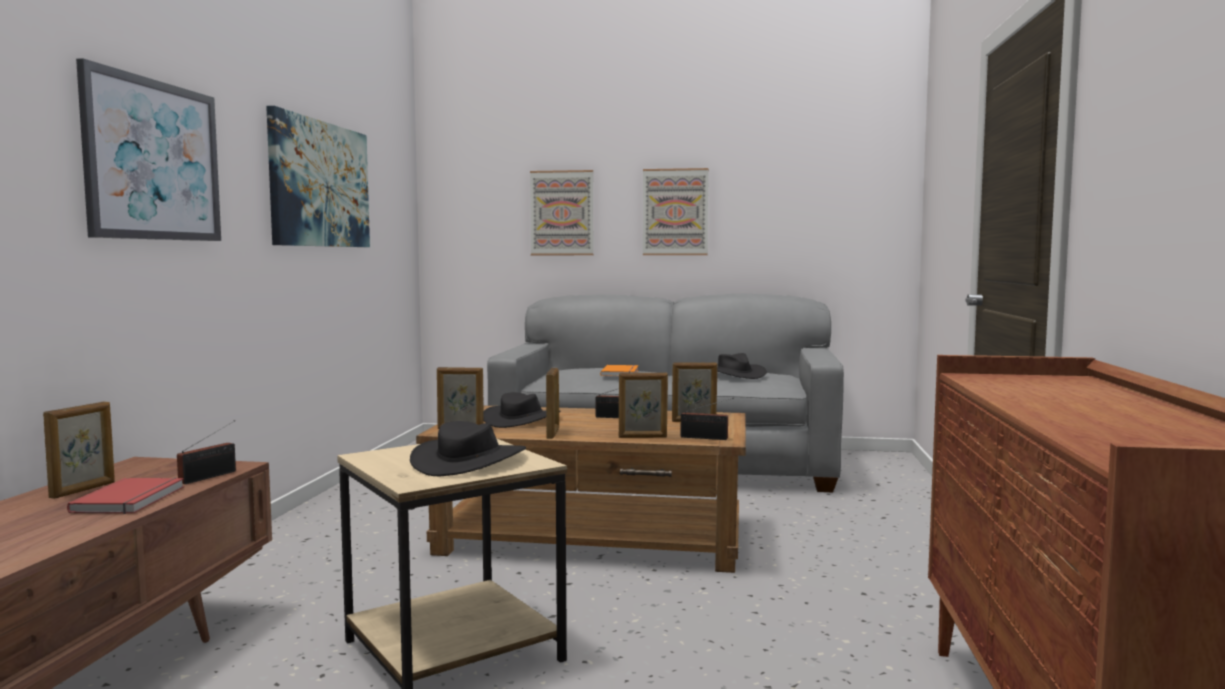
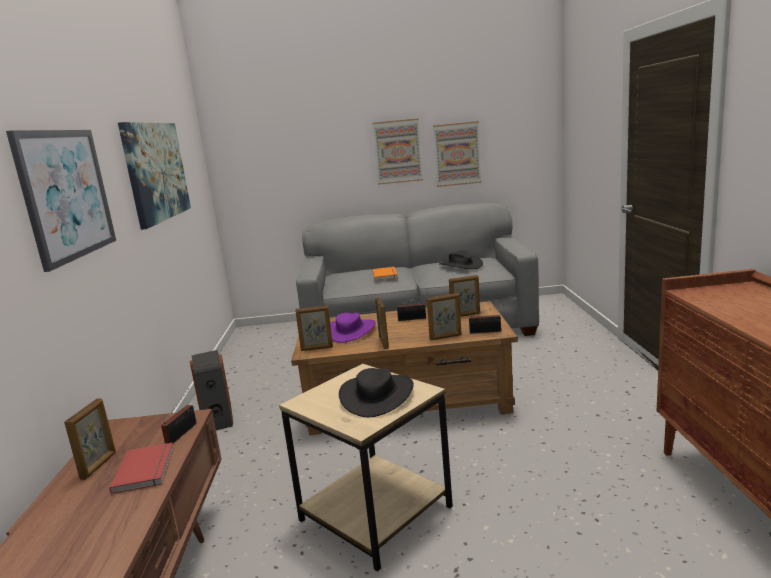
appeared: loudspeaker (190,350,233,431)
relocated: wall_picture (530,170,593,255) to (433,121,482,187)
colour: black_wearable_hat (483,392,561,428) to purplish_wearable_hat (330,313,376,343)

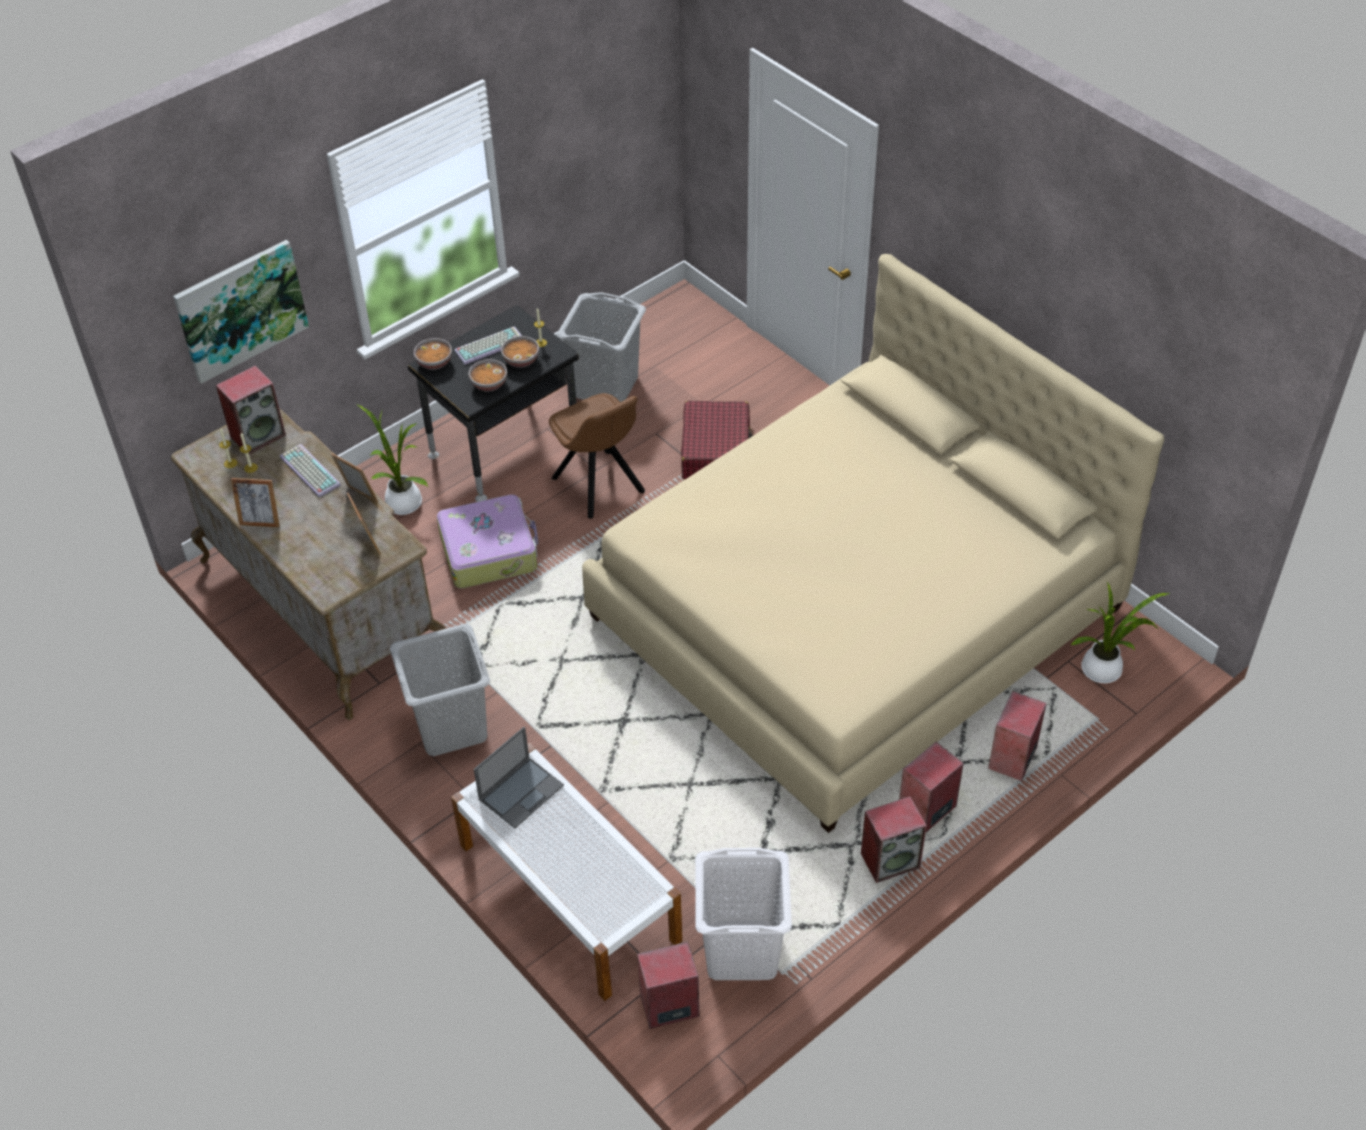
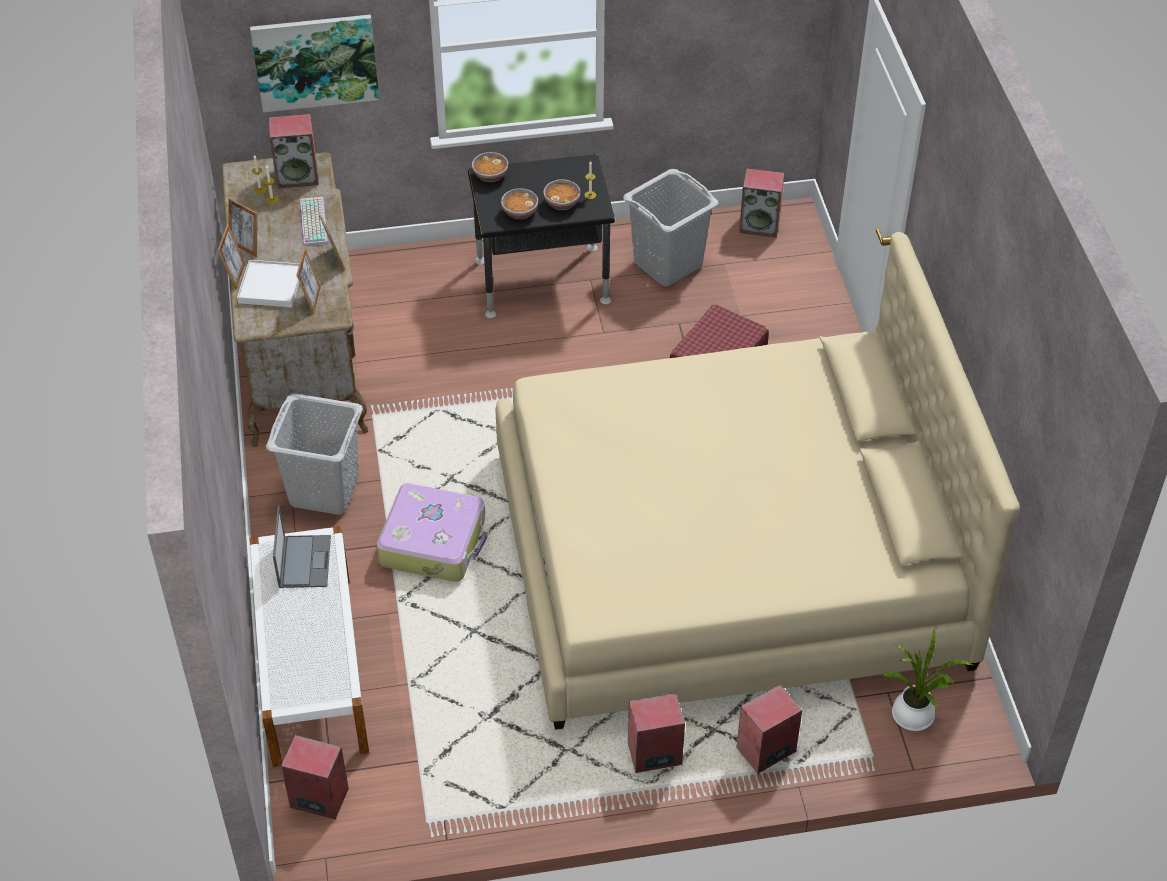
missing: houseplant (358,405,428,515); keyboard (454,326,522,365); brown-coloured_plain_chair (549,393,645,519); white_hamper (695,848,792,980)
appeared: picture_frame (217,224,245,289); white_serving_tray (237,260,299,307)
relocated: suitcase (437,494,539,589) to (377,483,487,582); loudspeaker (861,796,927,883) to (739,168,784,237)
spun: portable_computer (474,727,564,828) = (273,506,331,588) 75 degrees counterclockwise

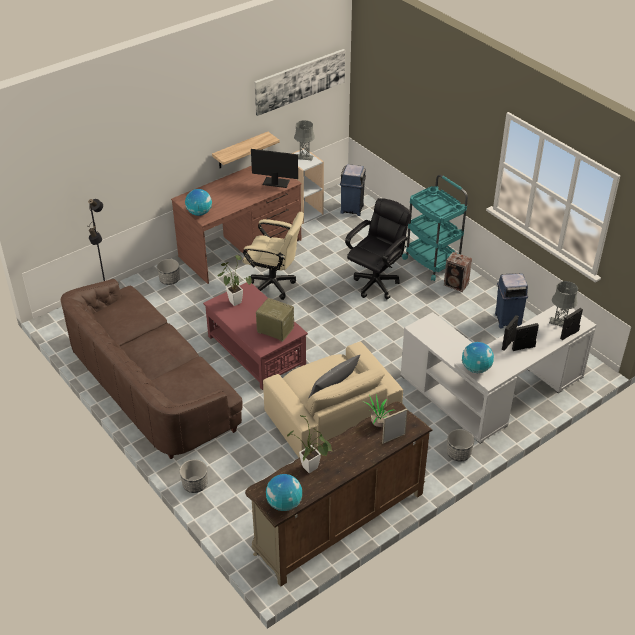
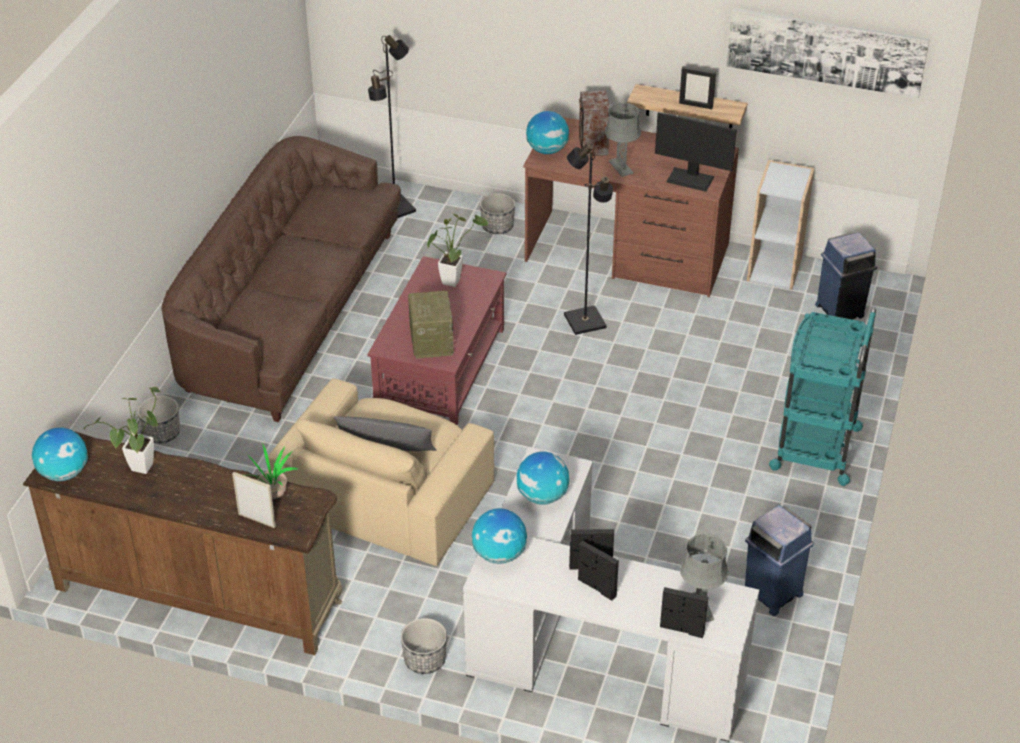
missing: black_office_chair (345,198,411,299)
appeared: world_globe (517,452,569,505); picture_frame (679,66,716,109)
relocated: loudspeaker (444,252,472,292) to (579,90,610,156); grey_lamp_for_a_table (294,120,315,161) to (604,103,641,177)
exchanged: sand-coloured_office_chair (242,212,304,300) to black_standard_lamp (564,141,613,335)
spun: computer_screen (251,149,298,188) = (655,112,737,192) 135 degrees clockwise

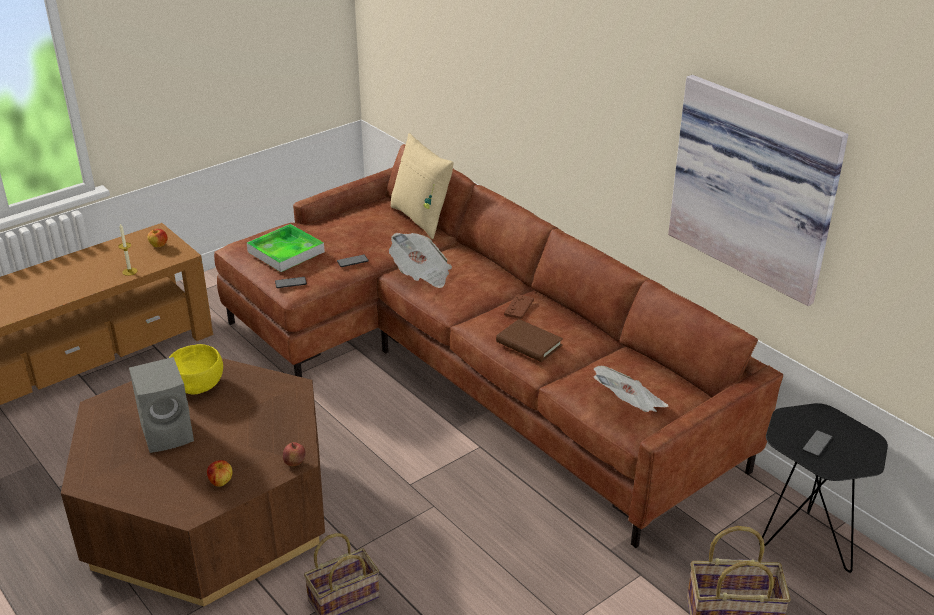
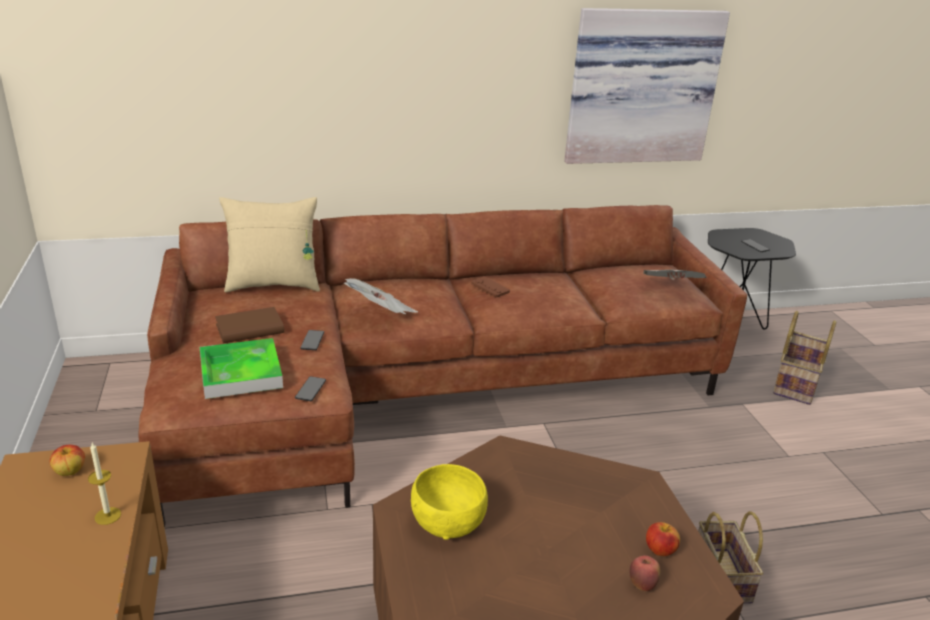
missing: grey_loudspeaker (129,357,194,453)
relocated: brown-coloured_bound_book (496,319,563,362) to (215,307,284,343); apple (283,442,306,466) to (630,555,661,591)

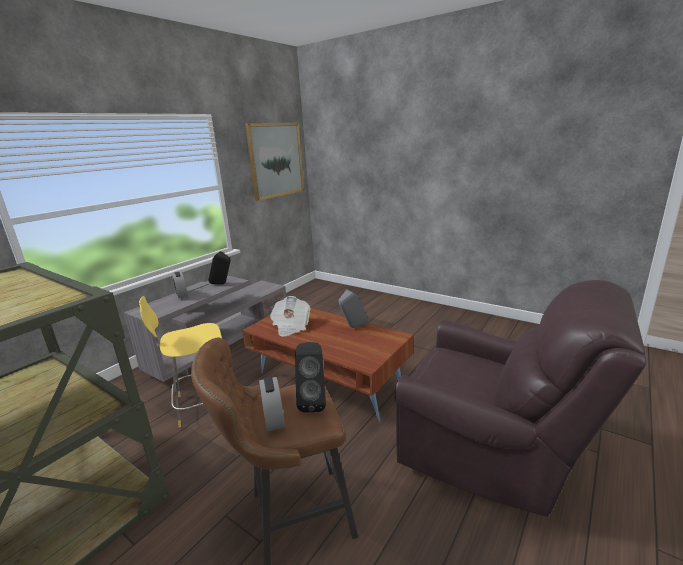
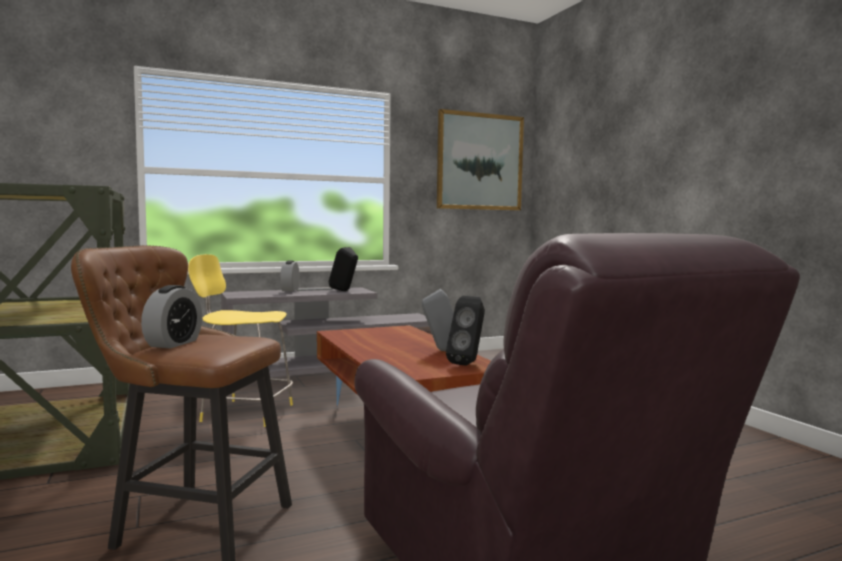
missing: newspaper (270,296,311,337)
relocated: black_loudspeaker (295,342,326,413) to (446,296,485,366)

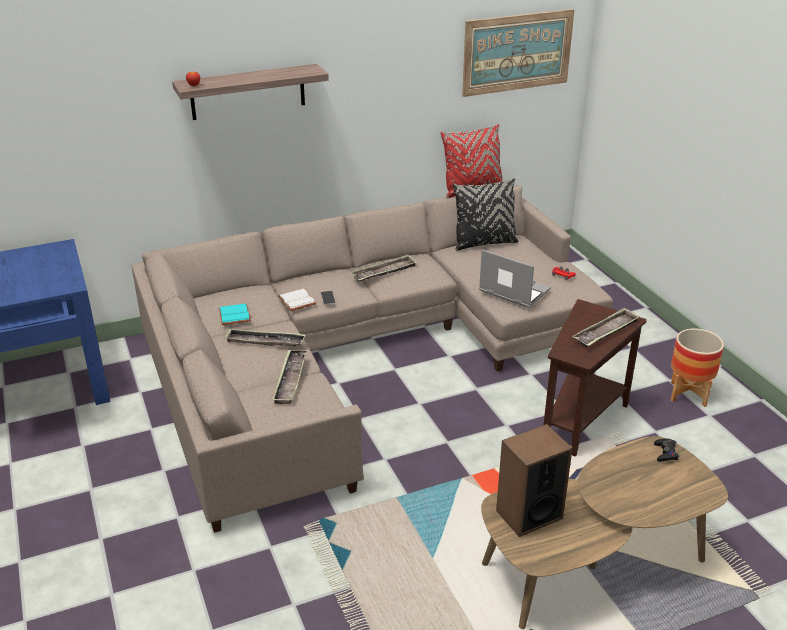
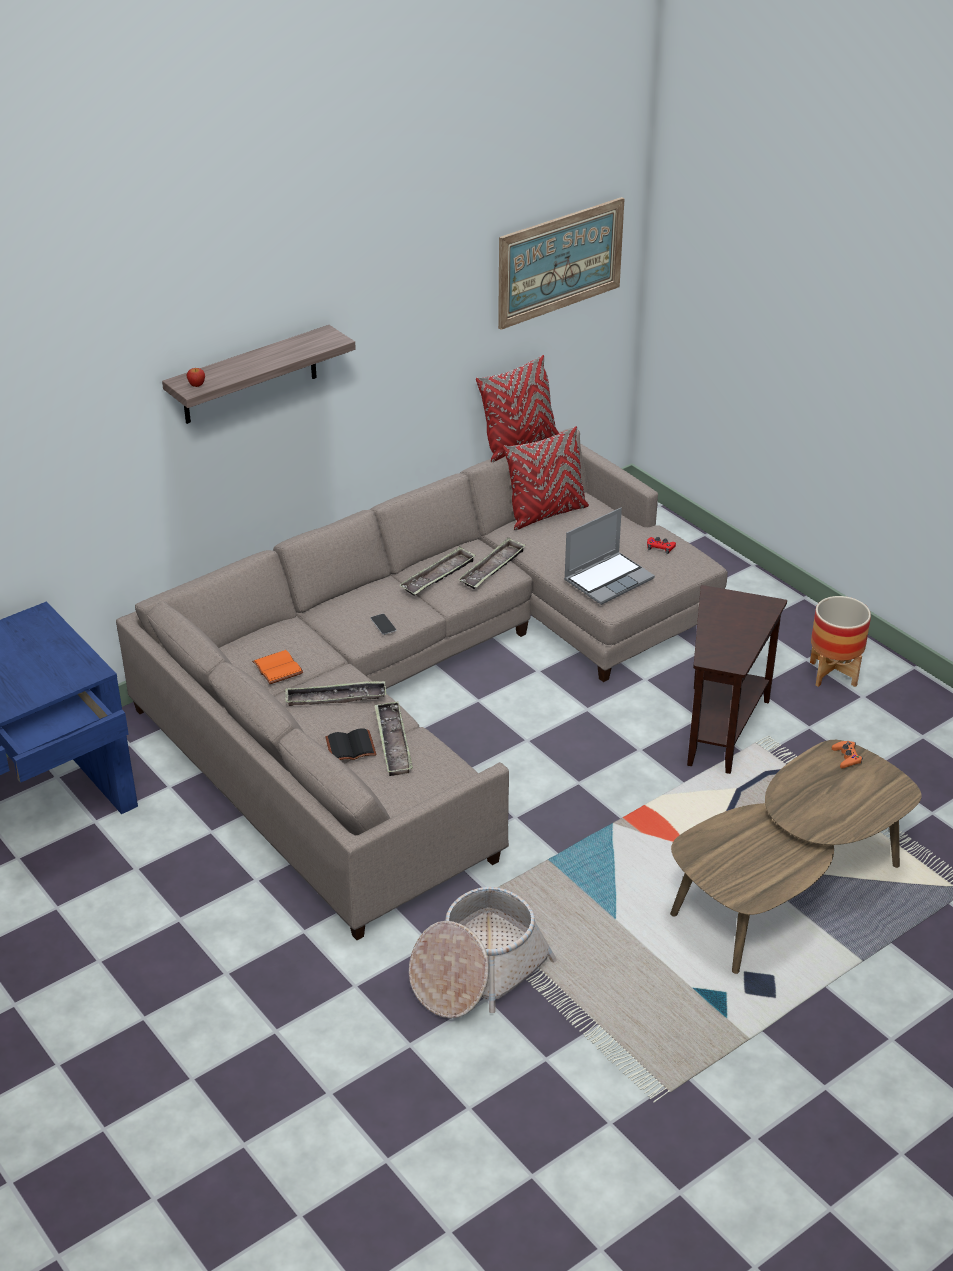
missing: white_bound_book (278,289,316,311); loudspeaker (496,424,573,537)
appeared: black_bound_book (325,729,377,760); basket (409,887,557,1019)
relocated: serving_tray (572,307,640,347) to (458,538,526,589)
colour: turquoise-coloured_bound_book (219,304,251,325) to orange-coloured_bound_book (252,650,304,684); black_pillow (453,178,518,251) to reddish_pillow (503,426,589,530); black_game_controller (654,438,679,462) to orange-coloured_game_controller (832,741,863,769)
spun: portable_computer (479,249,551,308) = (564,508,655,605) 120 degrees clockwise

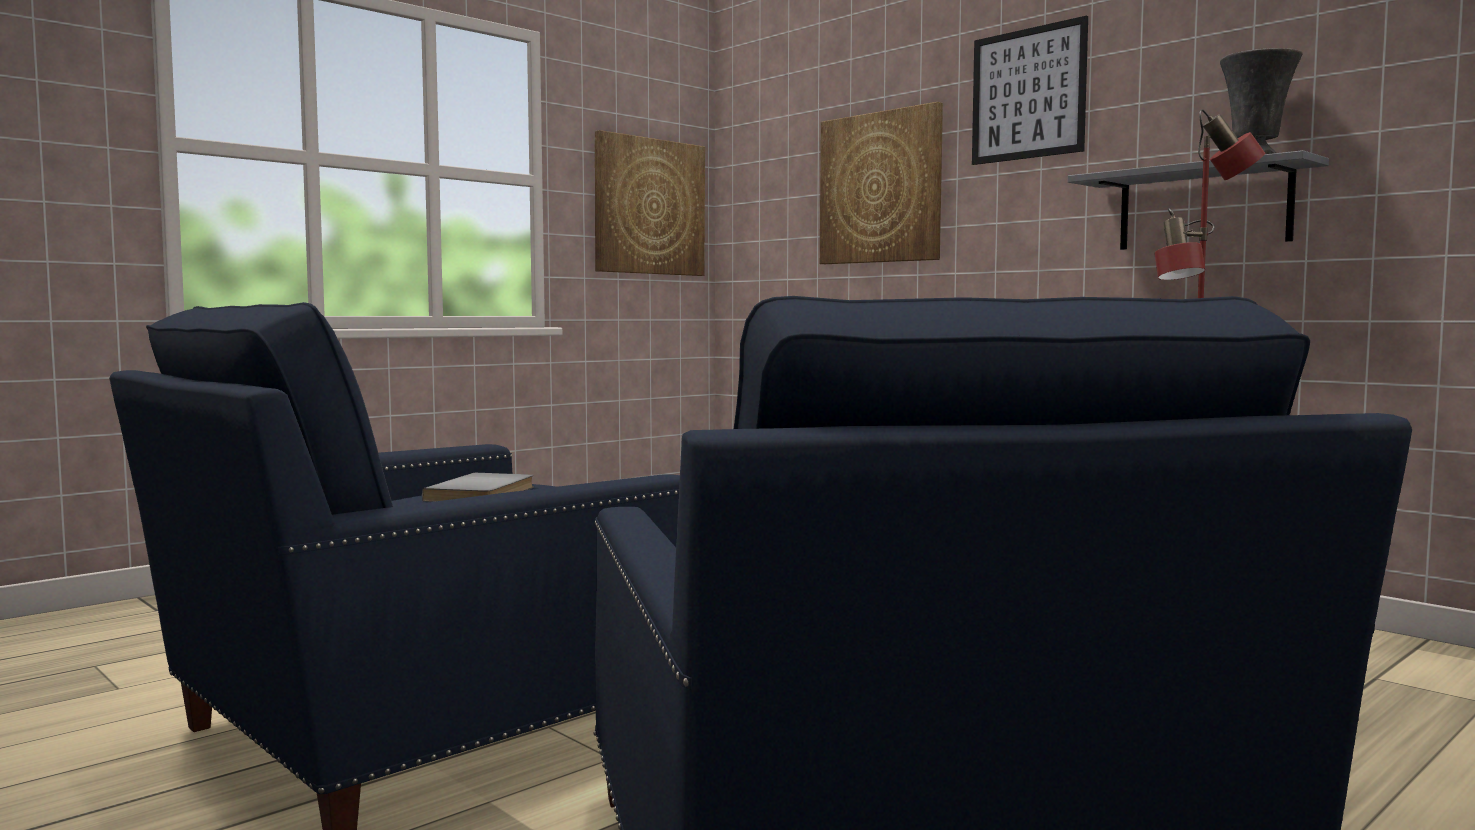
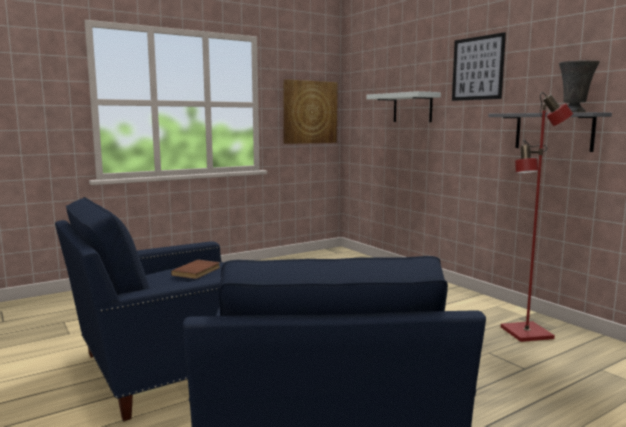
exchanged: wall_picture (820,102,943,264) to white_bracket_shelf (366,91,441,122)
colour: grey_bound_book (422,473,534,502) to brown-coloured_bound_book (171,260,220,279)

